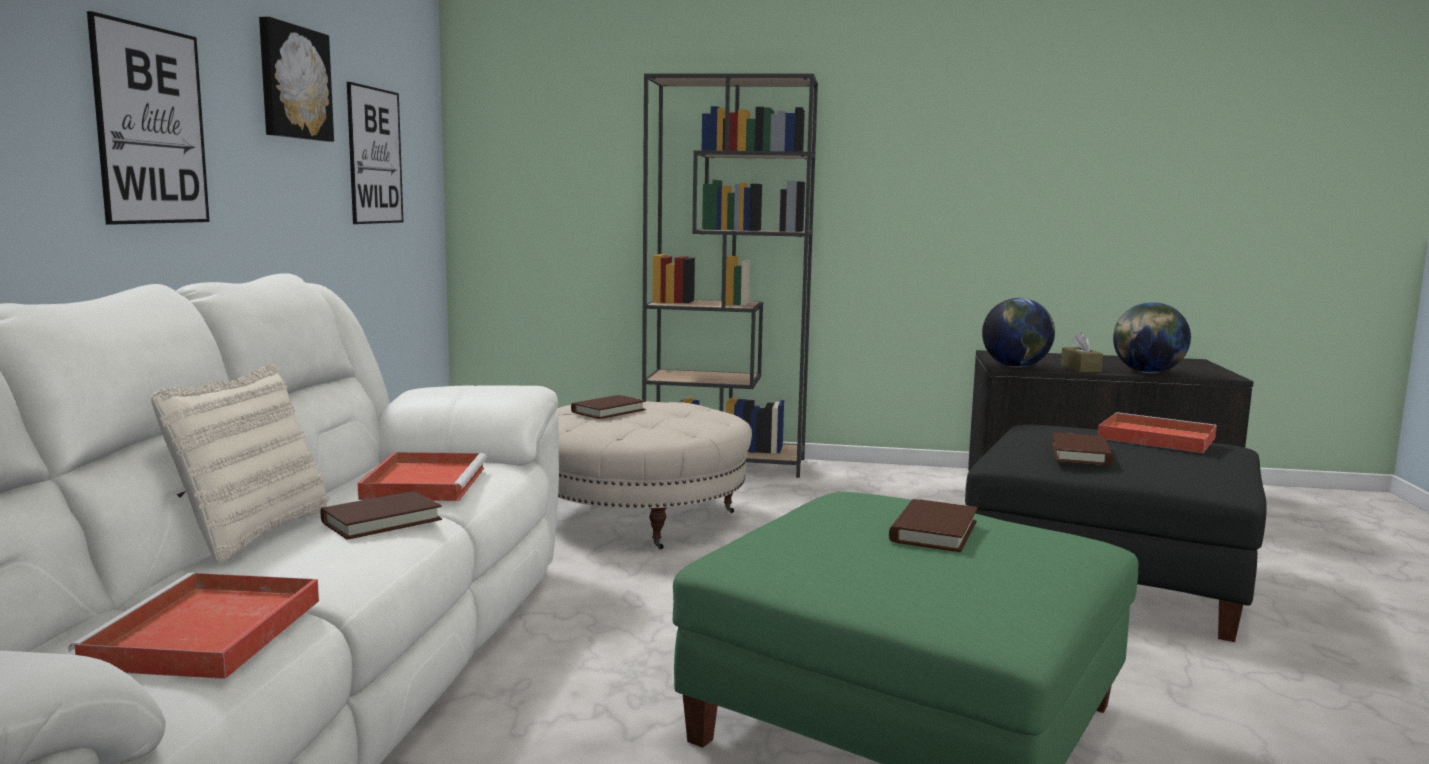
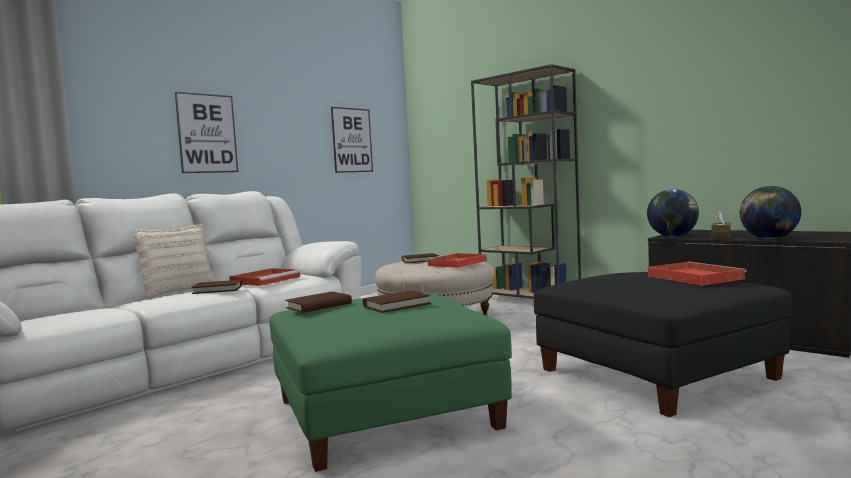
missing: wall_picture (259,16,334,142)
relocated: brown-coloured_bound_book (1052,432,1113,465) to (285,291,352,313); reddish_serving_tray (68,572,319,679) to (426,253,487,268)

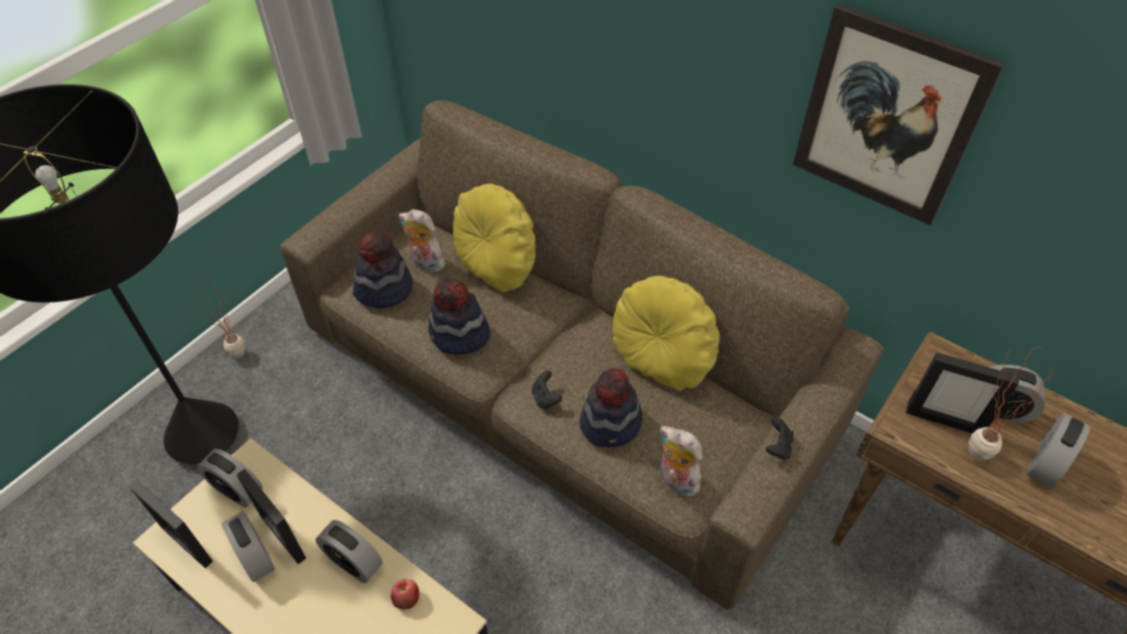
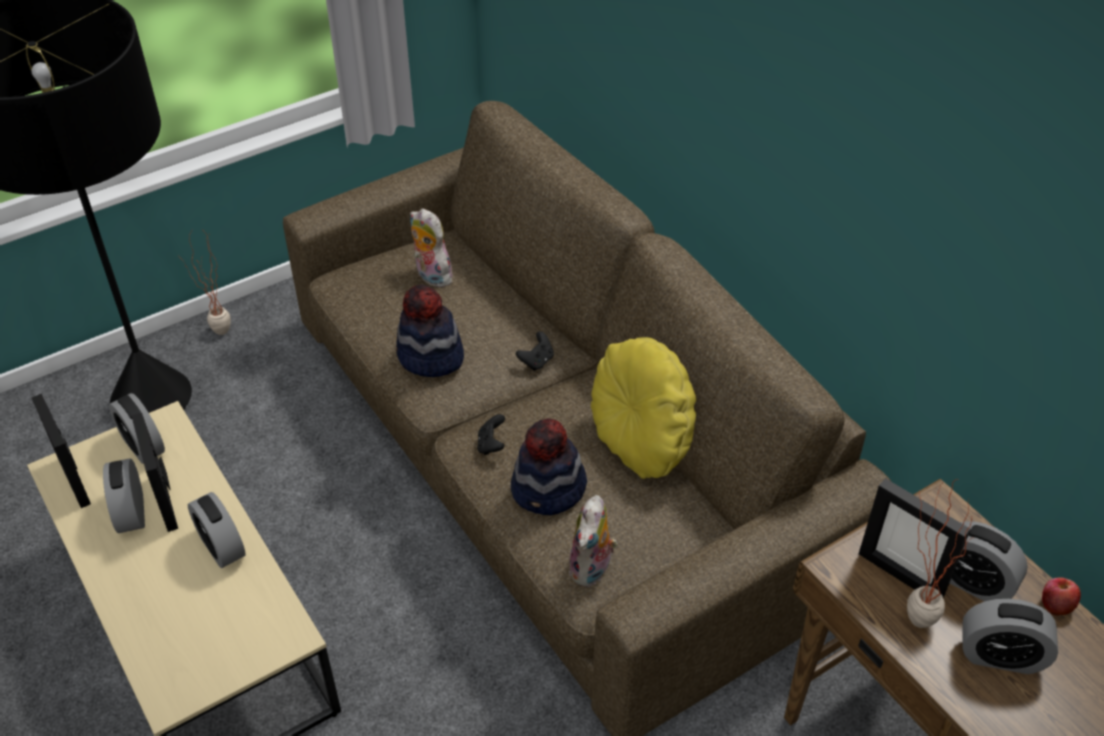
missing: wearable_hat (353,231,413,308); yellow-coloured_pillow (453,184,536,292); wall_picture (793,3,1005,225)
relocated: black_game_controller (766,417,794,459) to (516,331,554,371); apple (391,579,419,610) to (1042,578,1081,616)
spun: cuddly_toy (659,426,702,497) = (569,495,617,587) 135 degrees counterclockwise; table_clock (1026,413,1090,487) = (962,599,1058,674) 45 degrees clockwise

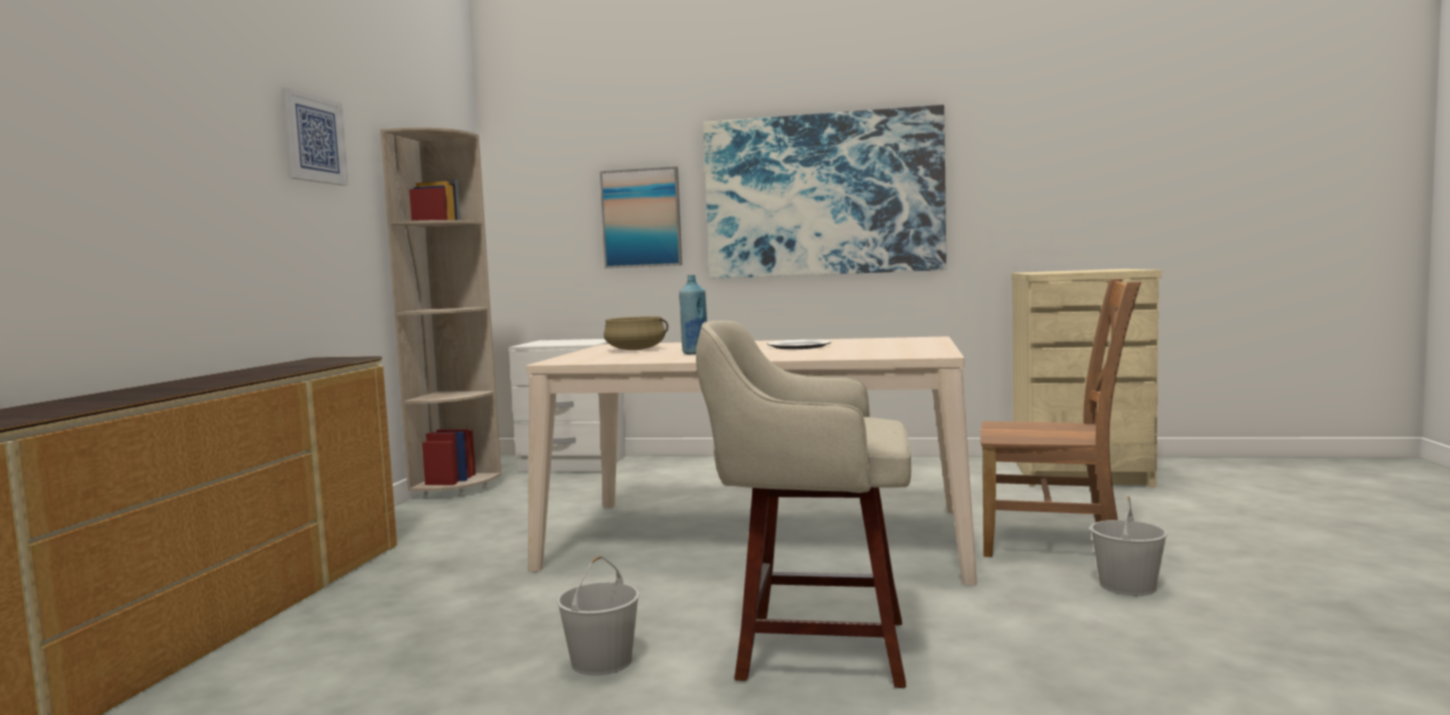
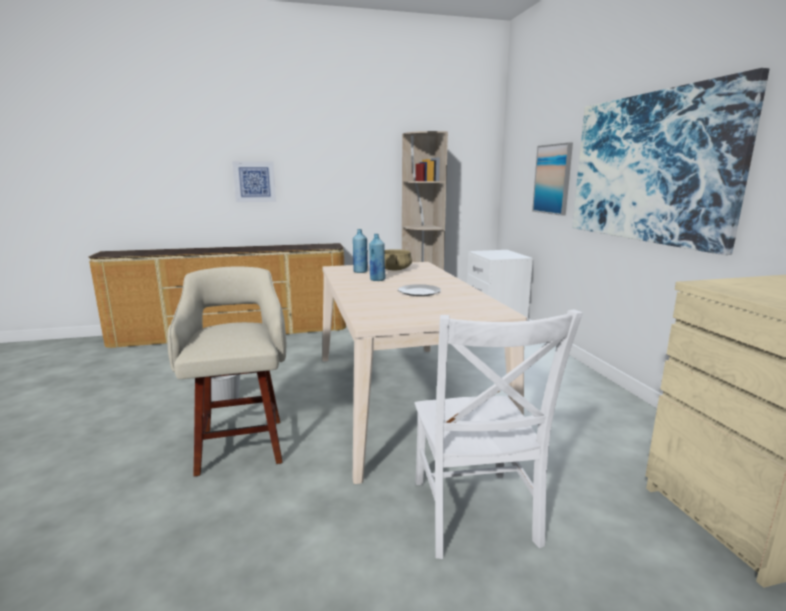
missing: white_bucket (1090,496,1167,596)
appeared: bluish_drink_bottle (353,229,368,273)
relocated: wall_picture (281,88,349,186) to (232,161,276,202)
colour: brown-coloured_plain_chair (980,279,1141,557) to white_plain_chair (415,310,583,559)

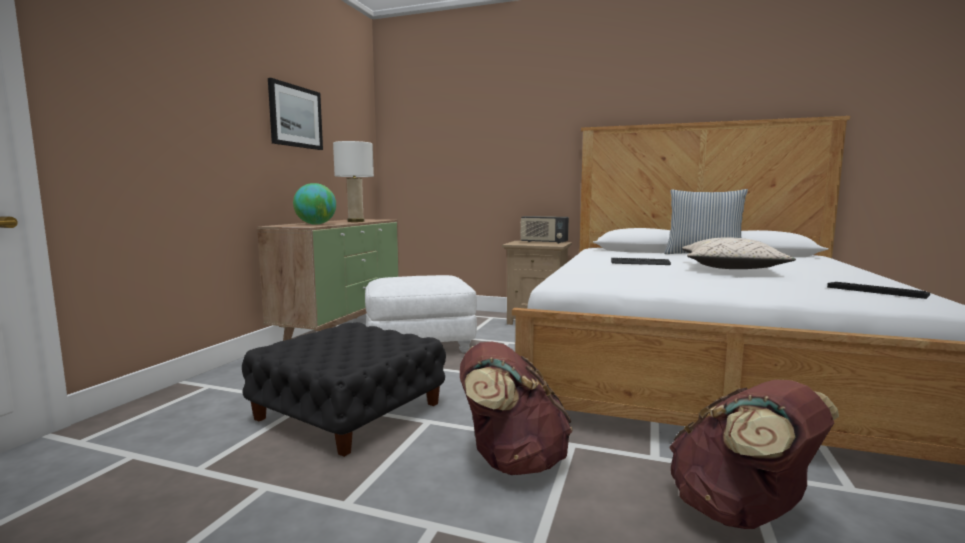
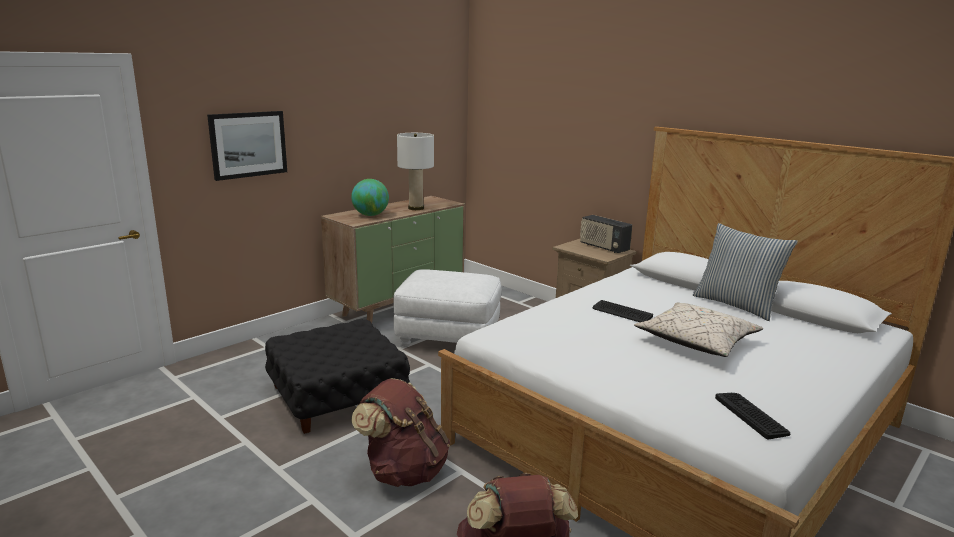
relocated: wall_picture (268,78,323,150) to (207,111,287,181)

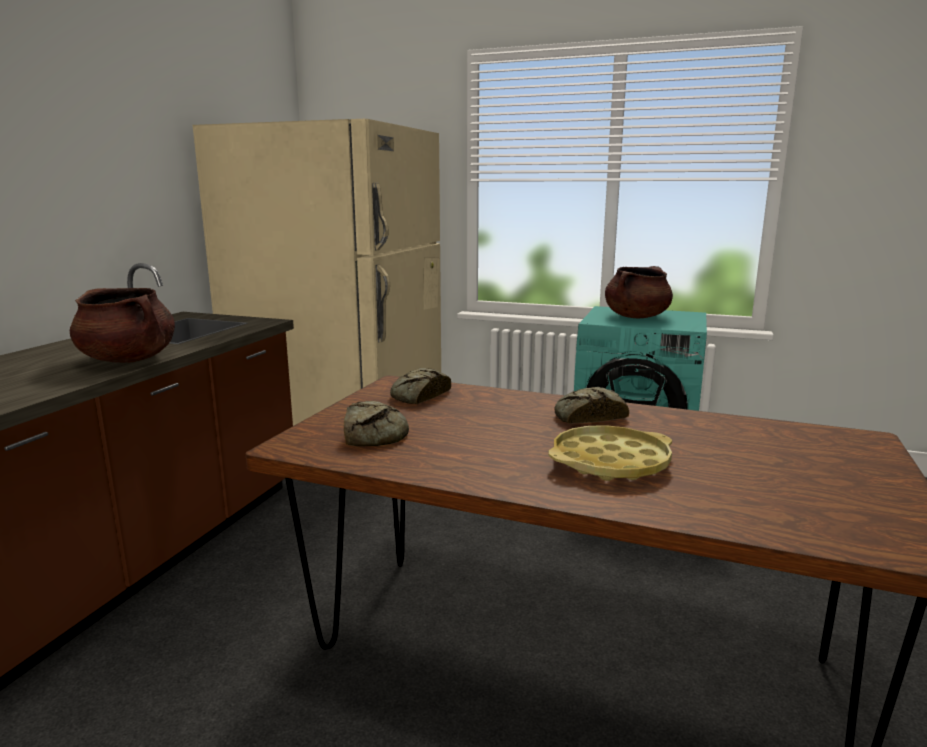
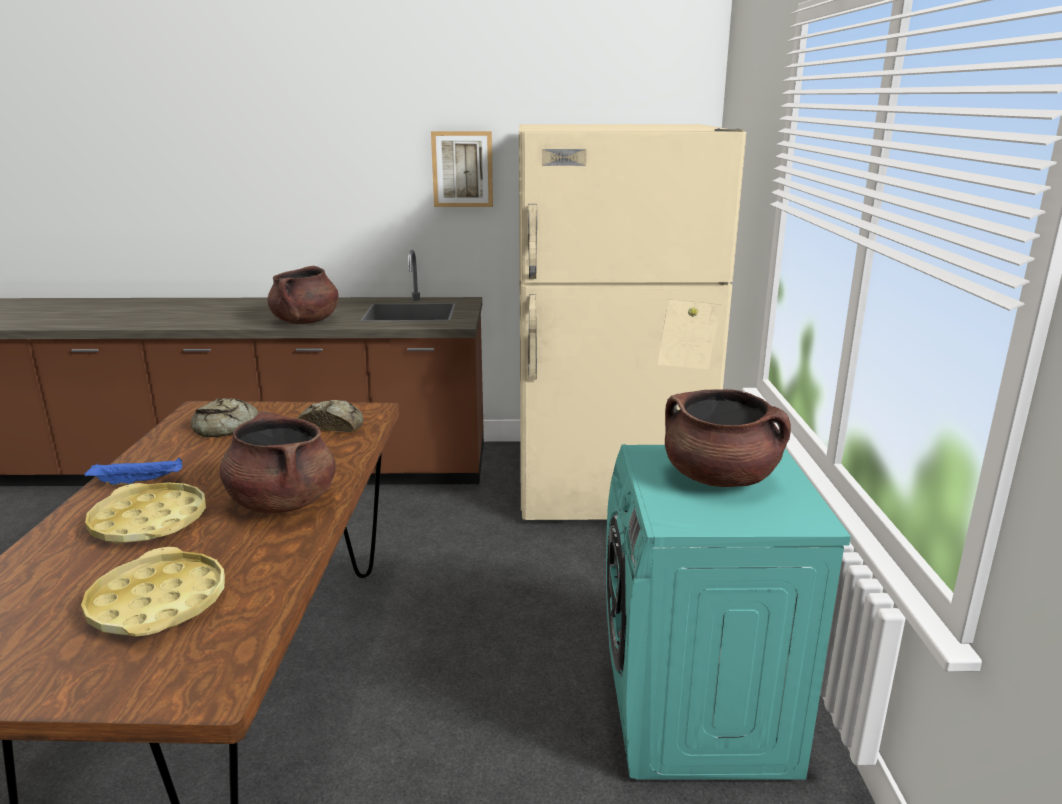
appeared: yellow-coloured_serving_tray (81,547,225,636); bluish_serving_tray (85,457,182,486); wall_picture (431,131,493,207)
exchanged: baked_bread (554,387,629,424) to brown-coloured_cooking_pot (220,411,336,513)

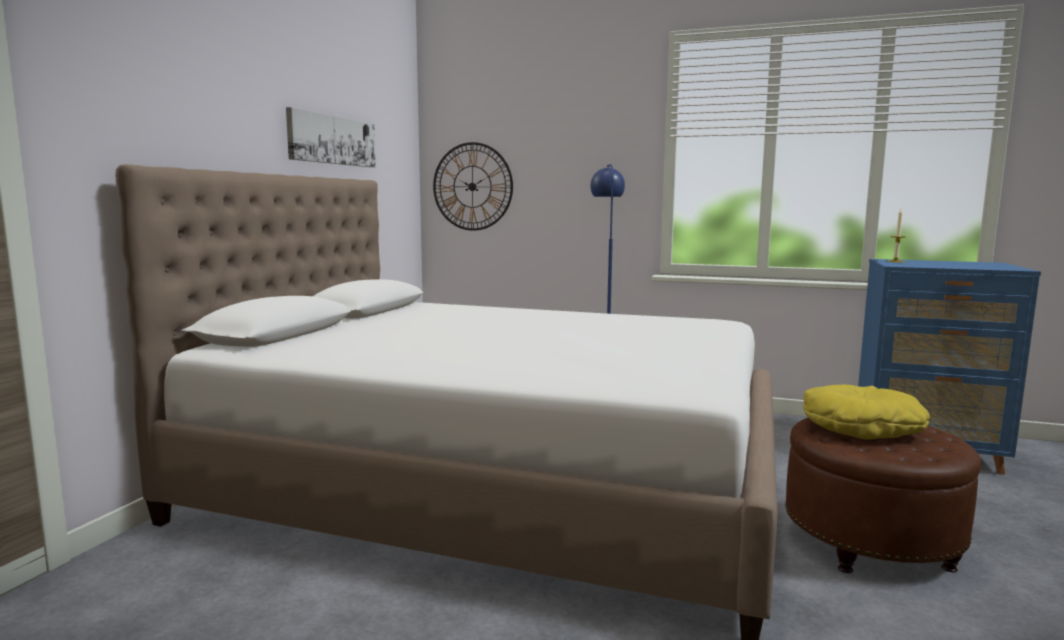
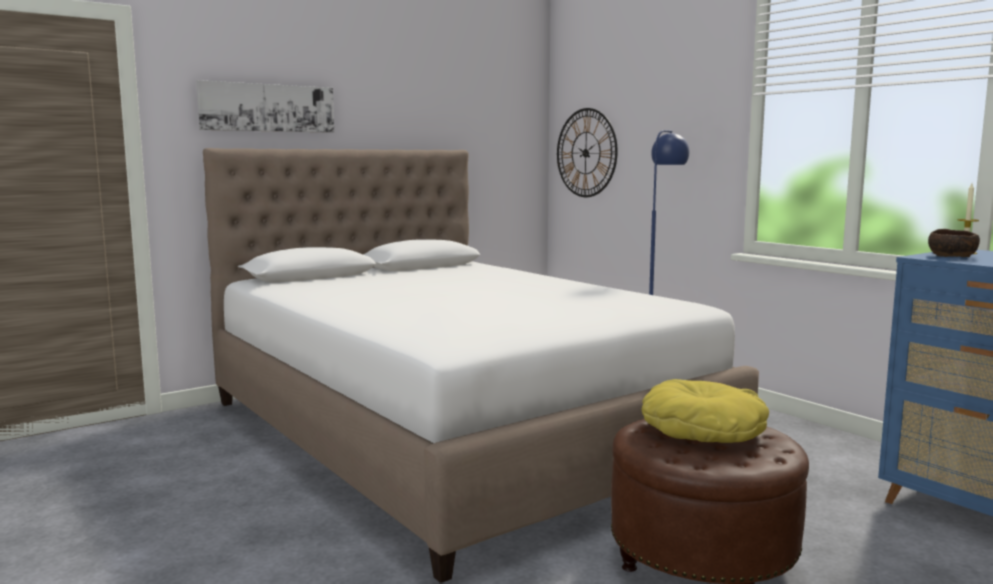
appeared: brown-coloured_bowl (928,229,980,257)
relocated: wall_picture (286,107,376,167) to (196,80,334,133)

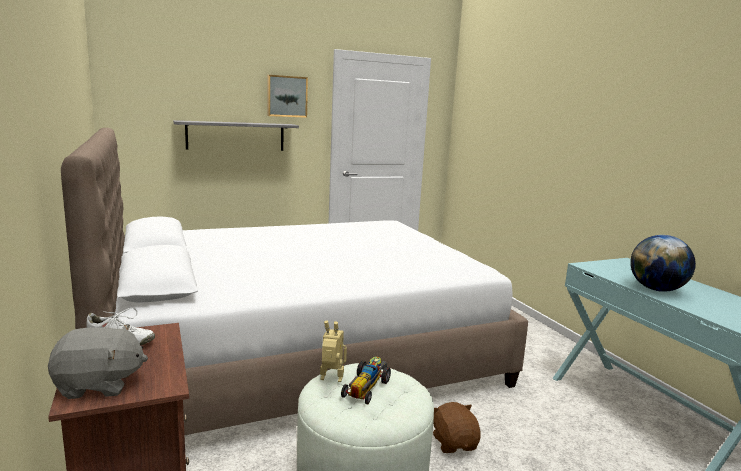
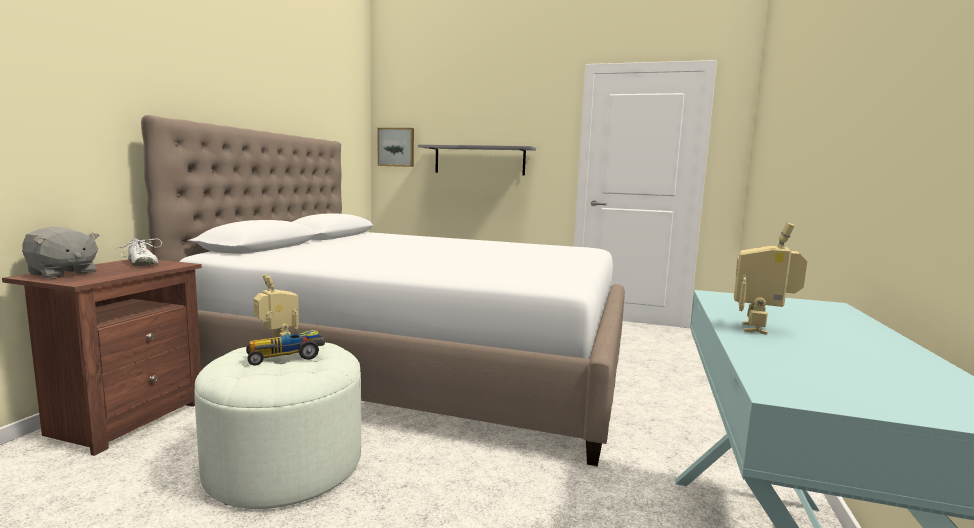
missing: brown-coloured_cuddly_toy (433,402,481,453)
relocated: wall_picture (268,75,308,118) to (378,128,414,167)
exchanged: world_globe (630,235,696,292) to model_robot (734,222,807,335)

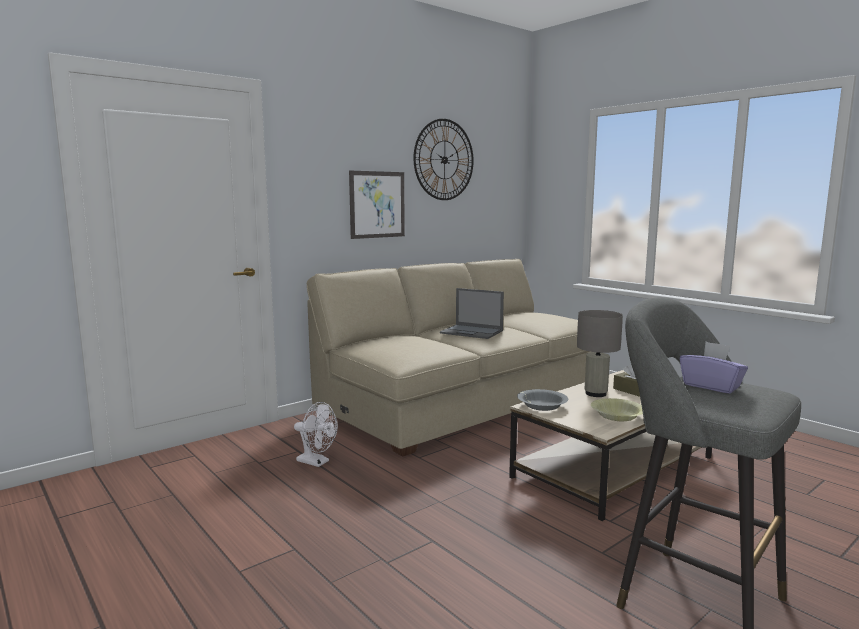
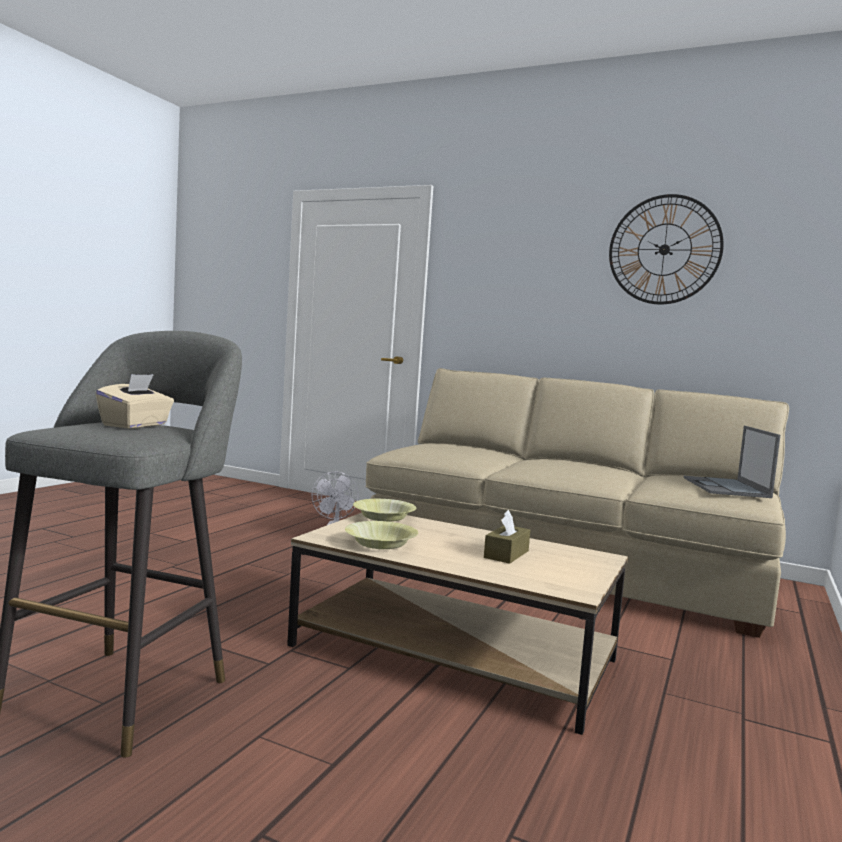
missing: wall_picture (349,171,405,239); grey_lamp_for_a_table (577,310,623,397)
relocated: portable_computer (440,288,504,339) to (684,426,780,498)
colour: purplish_tissue_box (680,342,748,394) to sand-coloured_tissue_box (96,374,174,428); grey_bowl (517,389,568,411) to yellow-coloured_bowl (353,499,416,522)

